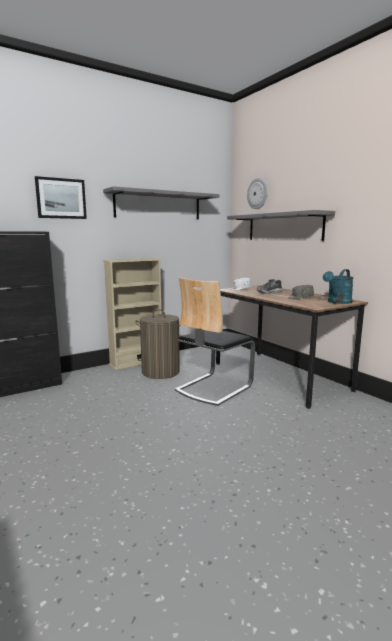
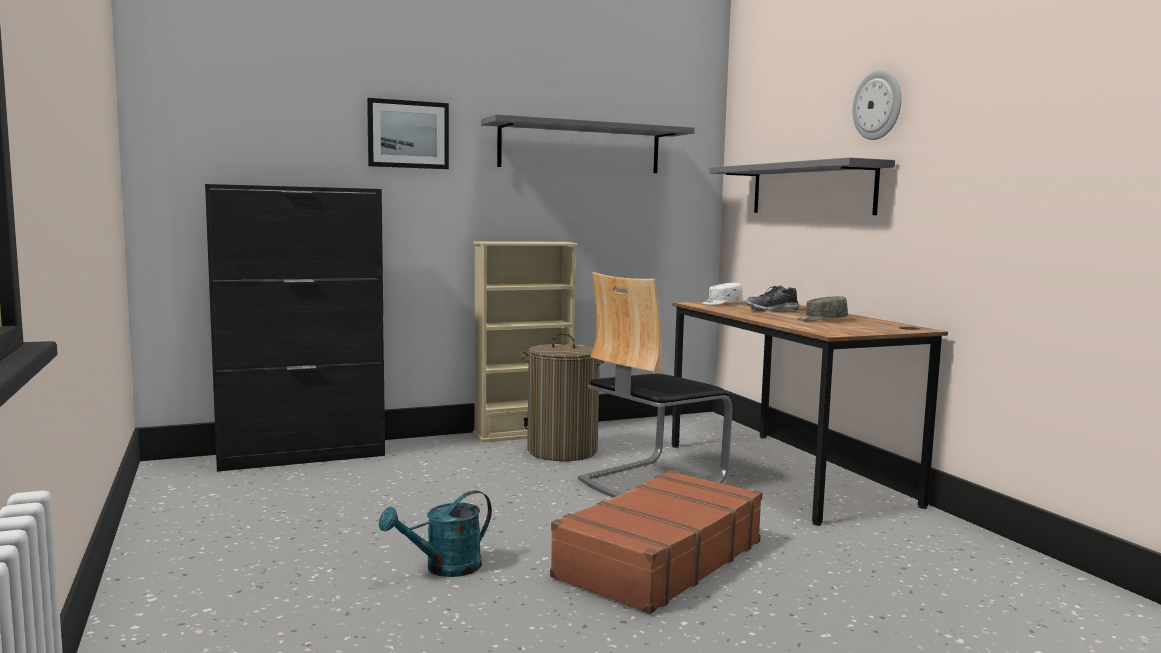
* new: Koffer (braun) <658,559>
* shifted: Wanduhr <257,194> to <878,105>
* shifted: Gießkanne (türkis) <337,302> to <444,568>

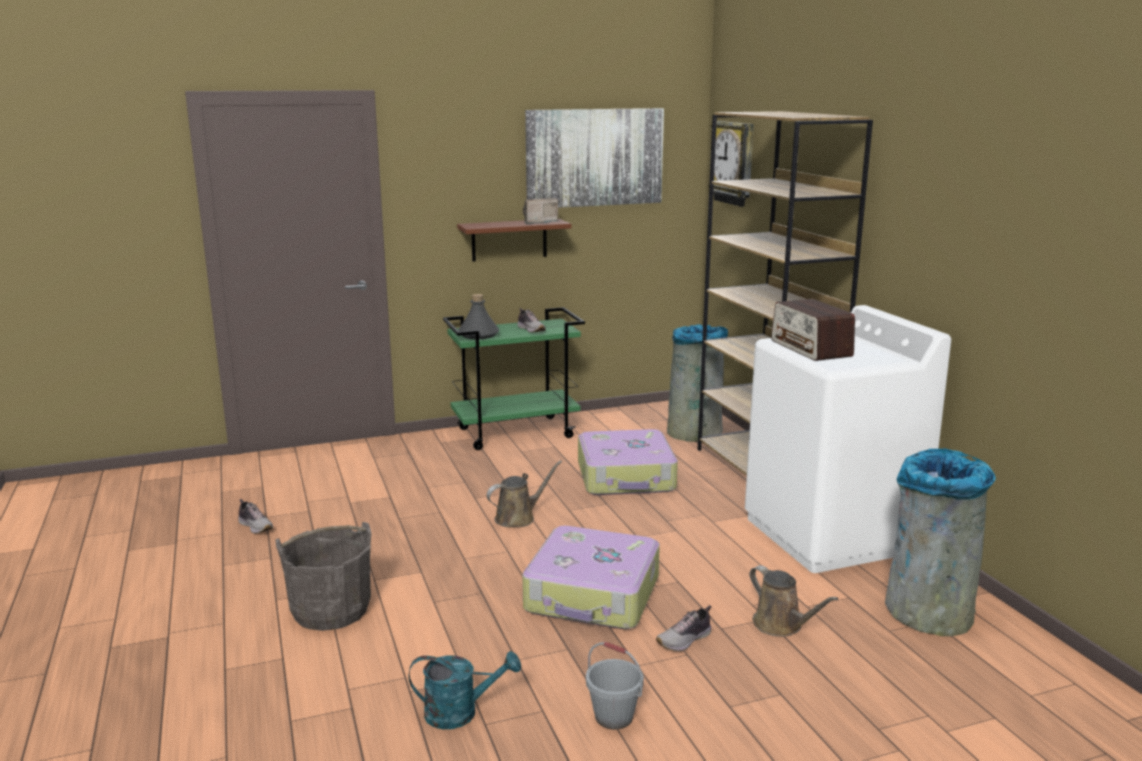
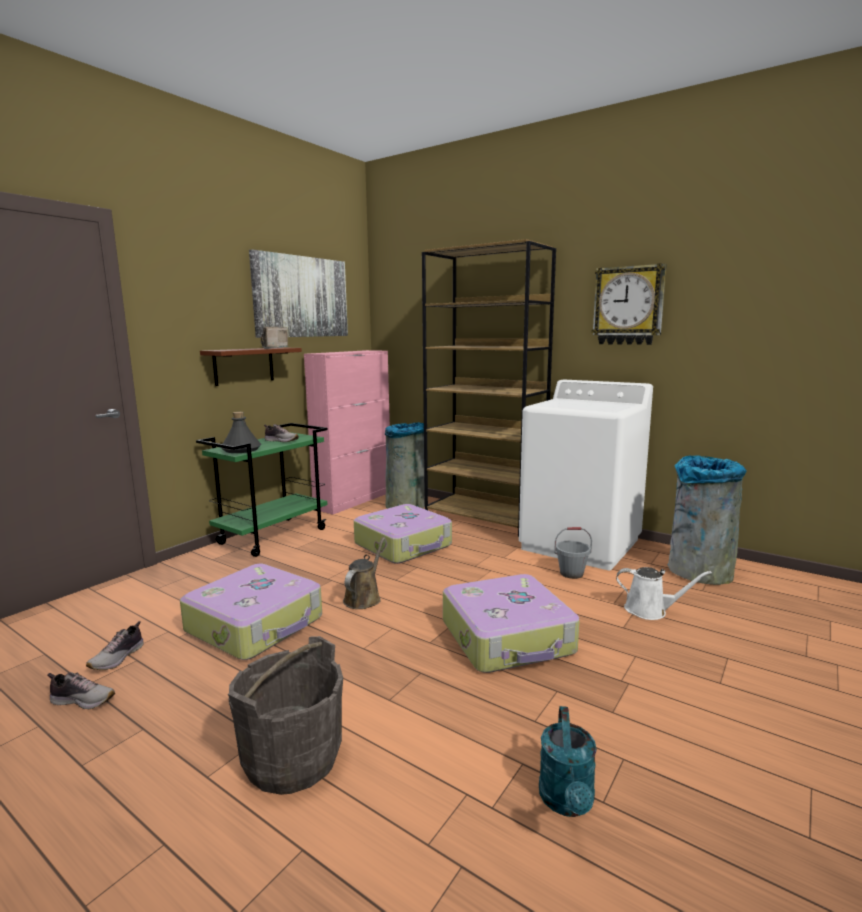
* gone: Radio <811,348>
* new: Koffer <256,624>
* new: Schrank (rosa) <354,500>
* shifted: Eimer (grau) <613,717> to <571,573>
* shifted: Schuh <685,640> to <118,658>
* shifted: Wanduhr <733,163> to <628,306>
* repainted: Gießkanne (braun) <781,625> to Gießkanne (weiß) <650,610>
* rotated: Gießkanne (türkis) <461,713> = <568,802> 135 degrees clockwise

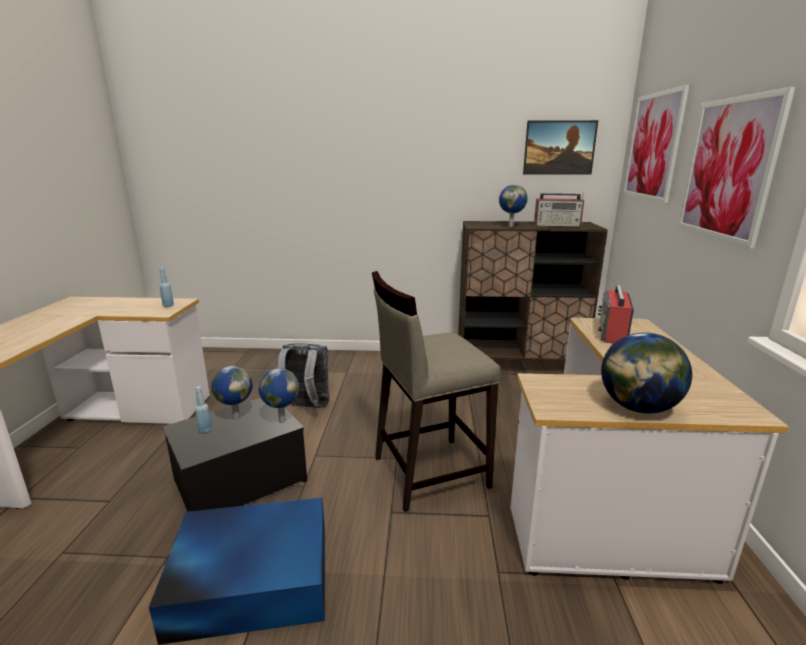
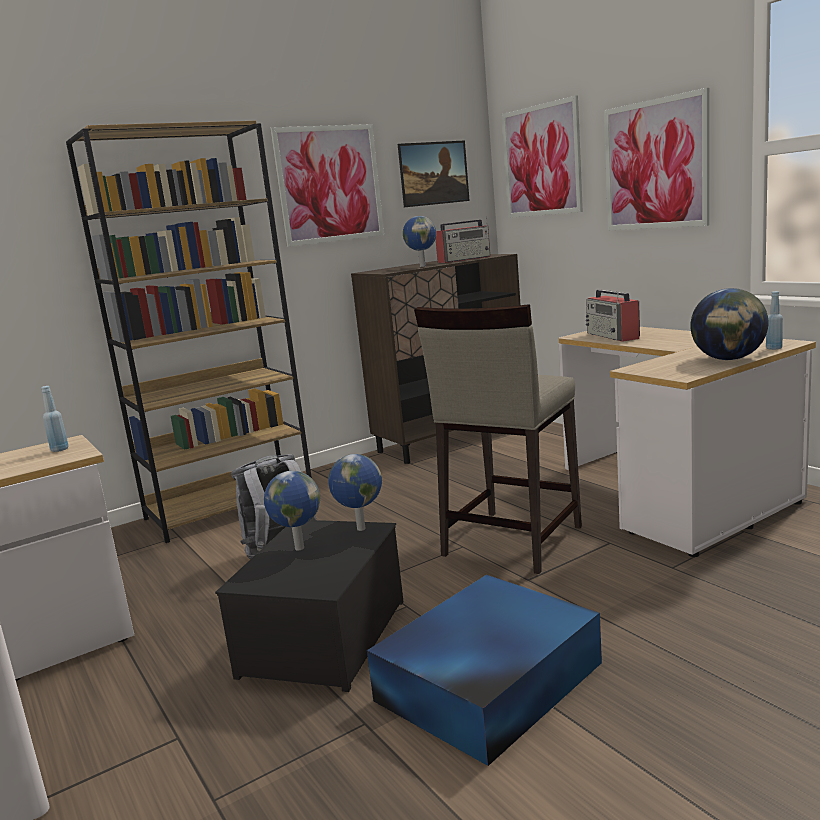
* new: Bücherregal (braun) <230,507>
* new: Bild <329,184>
* shifted: Flasche (blau) <205,430> to <774,348>

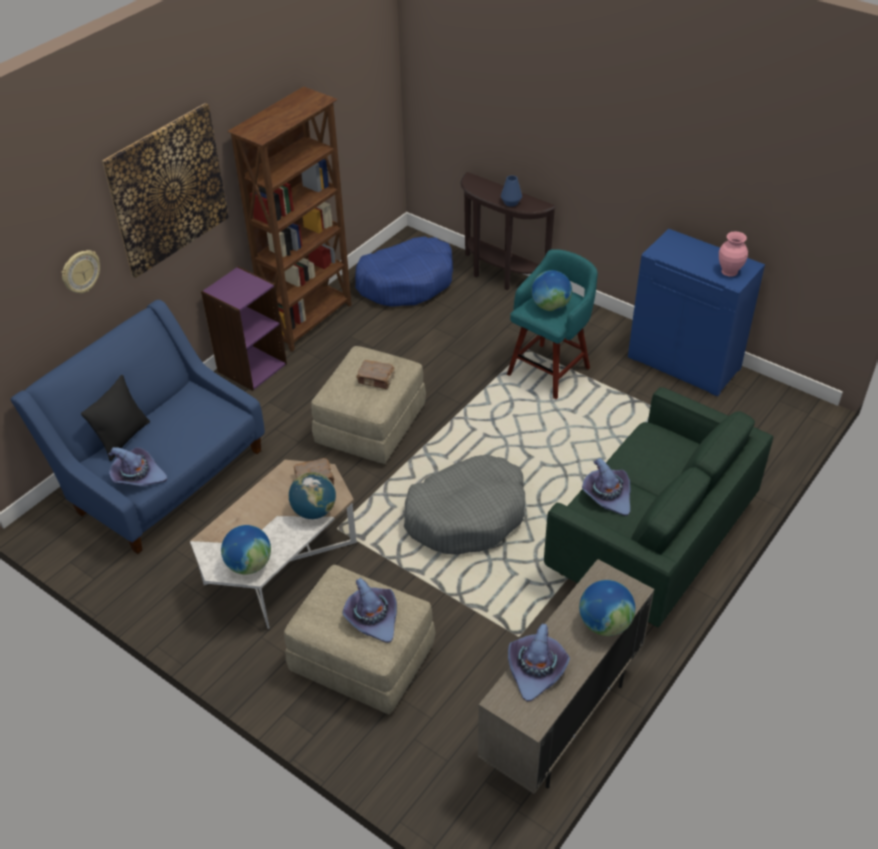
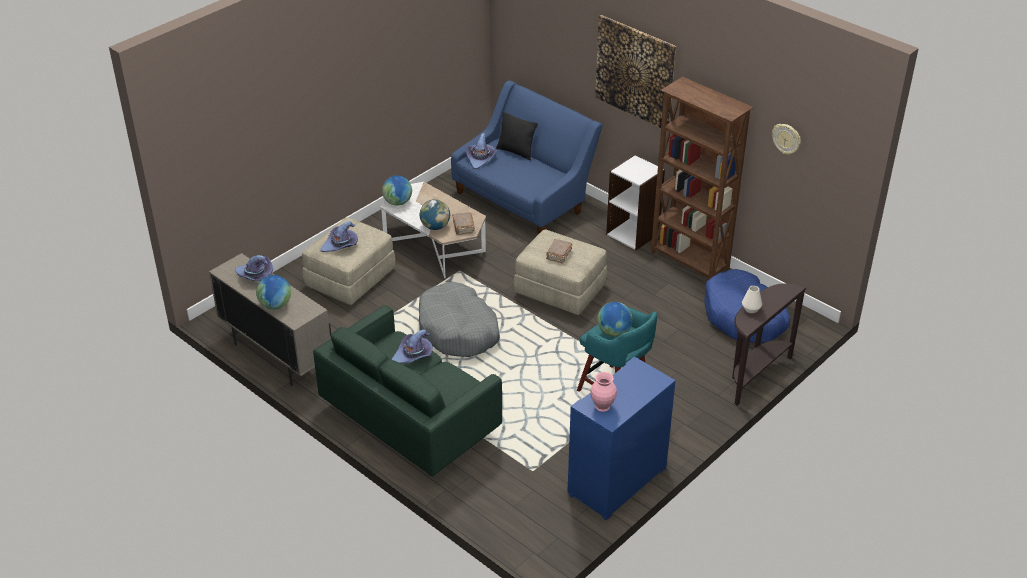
* shifted: Wanduhr <80,272> to <786,139>
* repainted: Bücherregal (lila) <251,367> to Bücherregal (weiß) <633,234>
* repainted: Vase (blau) <511,202> to Vase (weiß) <751,309>

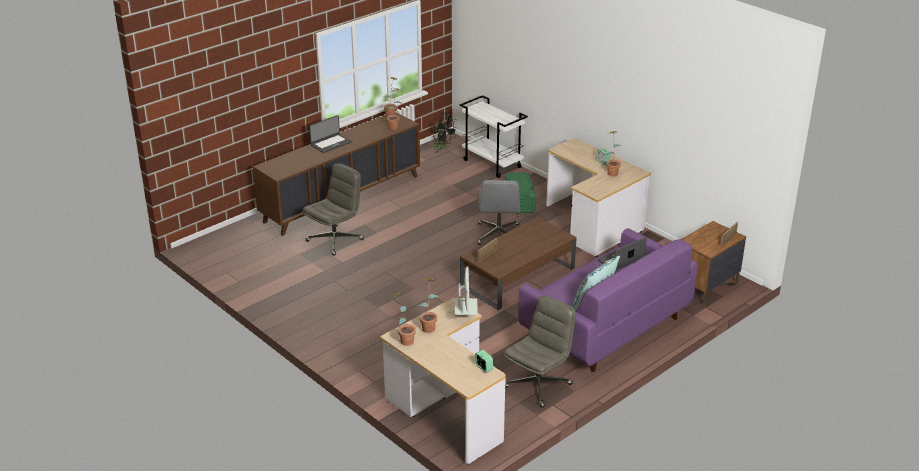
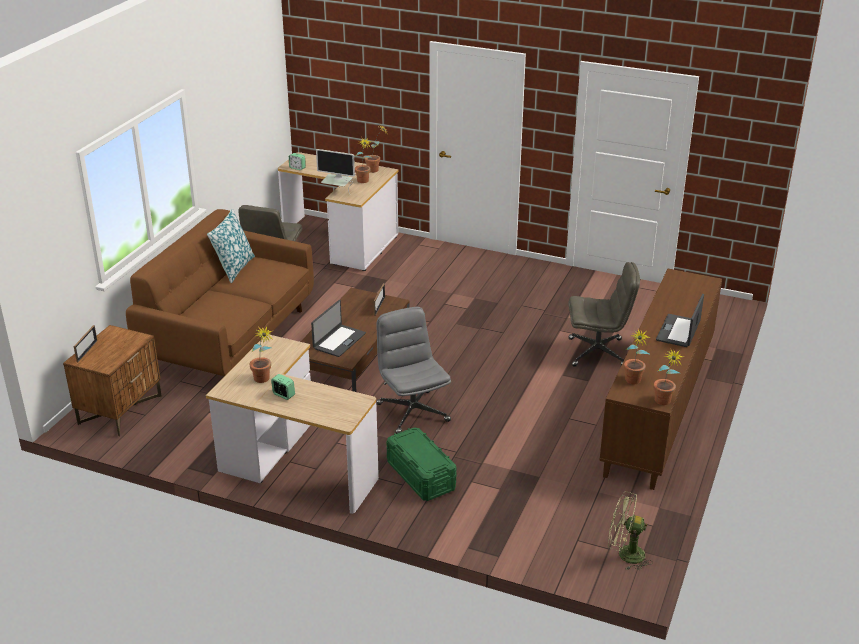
* gone: Rollwagen (weiß) <493,164>
* shifted: Laptop <621,260> to <339,341>
* repainted: Ventilator (schwarz) <443,147> to Ventilator (grün) <625,554>
* repainted: Sofa (lila) <604,326> to Sofa (braun) <230,336>
* rotated: Bürostuhl (grau) <335,240> = <598,352> 105 degrees counterclockwise
* rotated: Monitor <464,318> = <337,193> 45 degrees counterclockwise

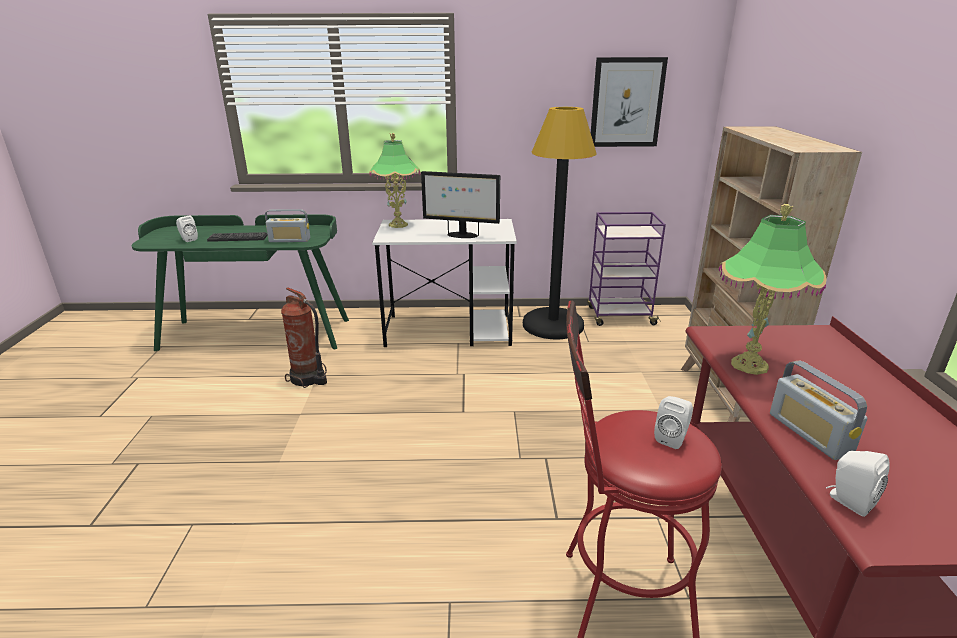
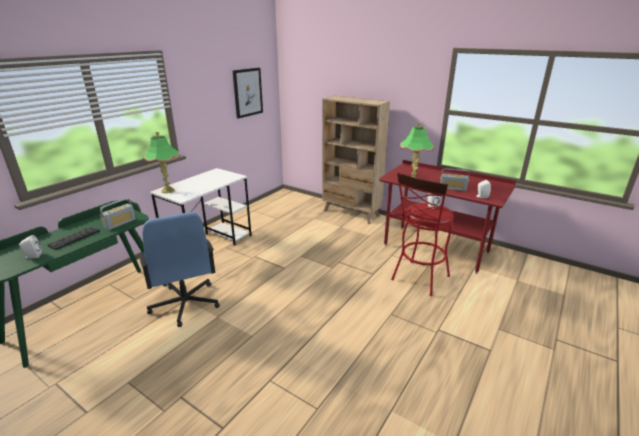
* gone: Monitor <461,235>
* gone: Stehlampe (schwarz) <553,325>
* gone: Rollwagen (lila) <619,316>
* swapped: Feuerlöscher <308,379> to Bürostuhl (blau) <185,304>

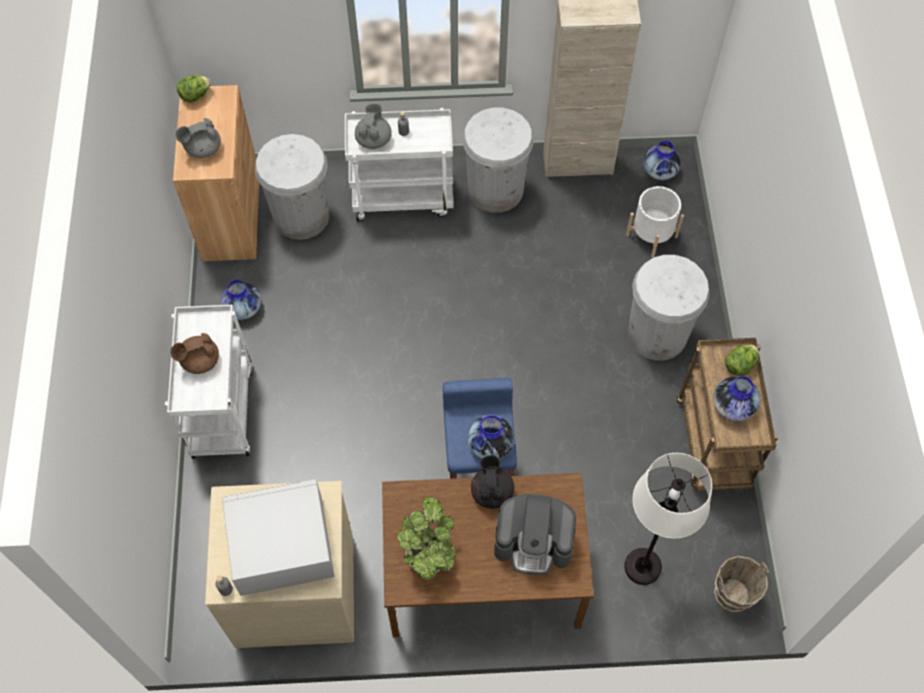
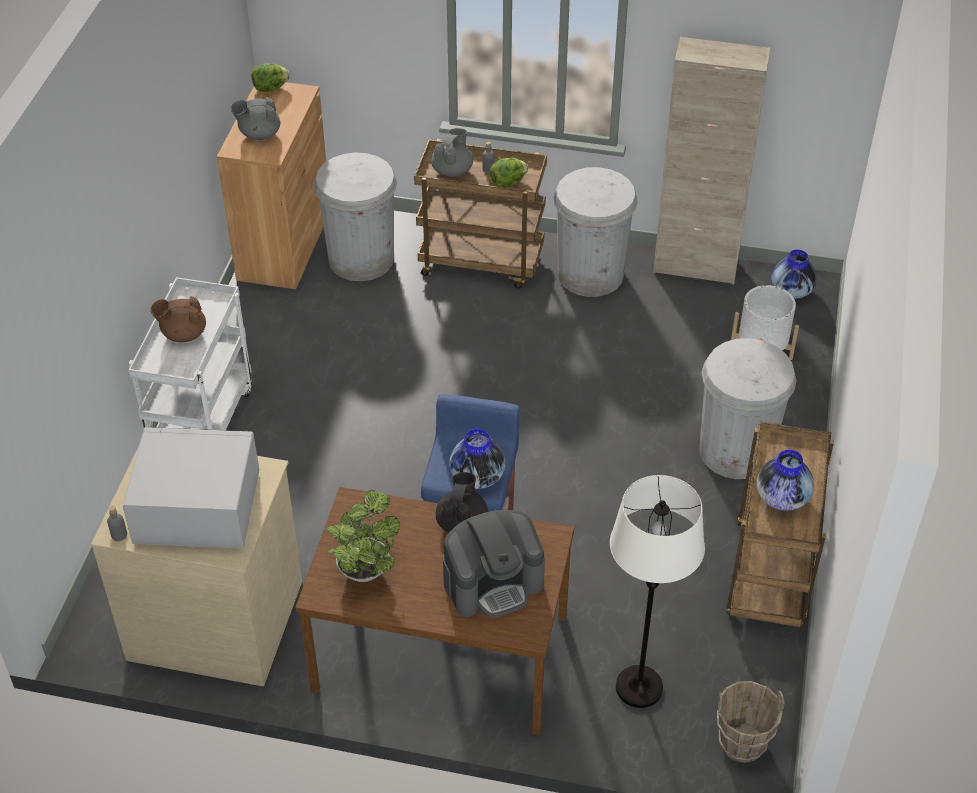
* gone: Vase <243,308>
* shifted: Salatkopf <739,365> to <508,182>
* repainted: Rollwagen (weiß) <403,197> to Rollwagen (braun) <482,262>
* rotated: Kaffeemaschine <534,542> = <493,582> 45 degrees counterclockwise

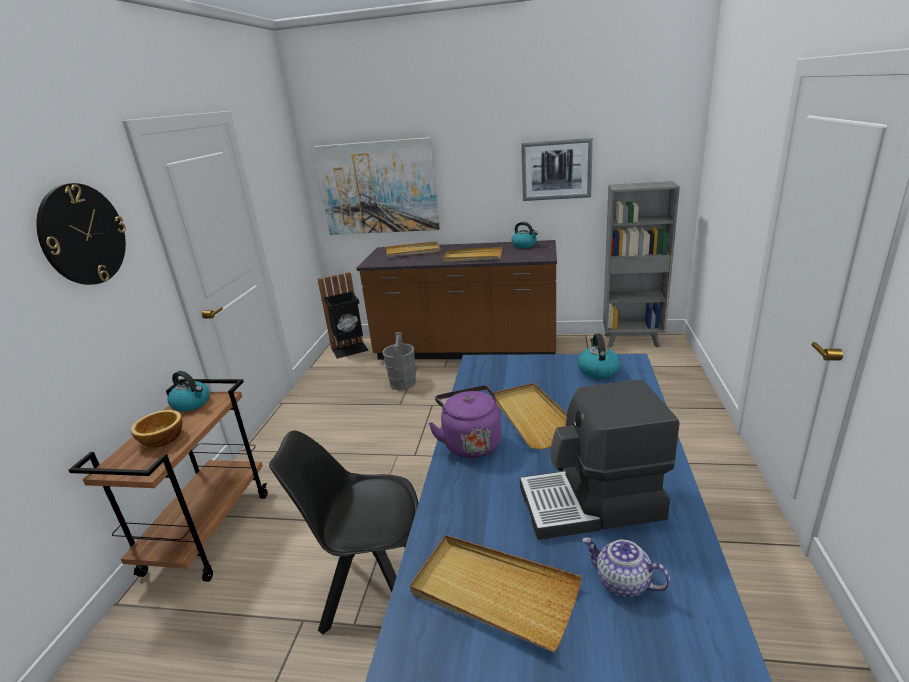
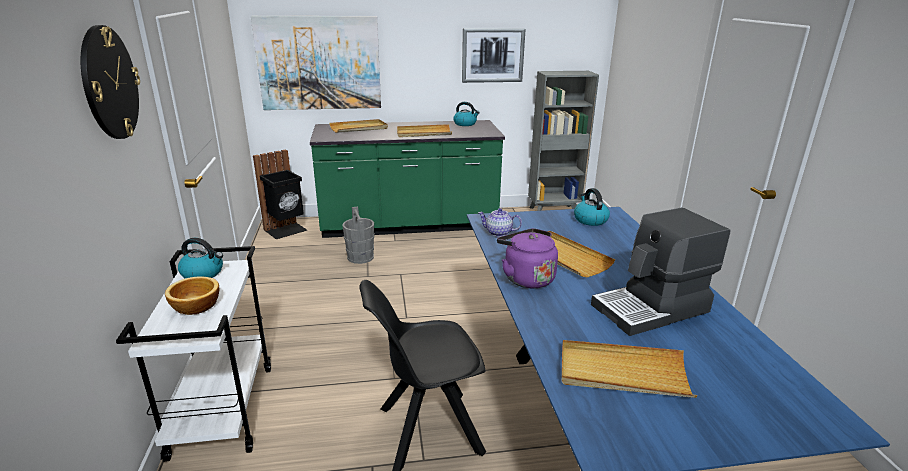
* shifted: Teekanne <622,582> to <498,233>
* repainted: Rollwagen (braun) <208,532> to Rollwagen (weiß) <222,409>
* repainted: Küchenzeile (braun) <466,350> to Küchenzeile (grün) <409,225>

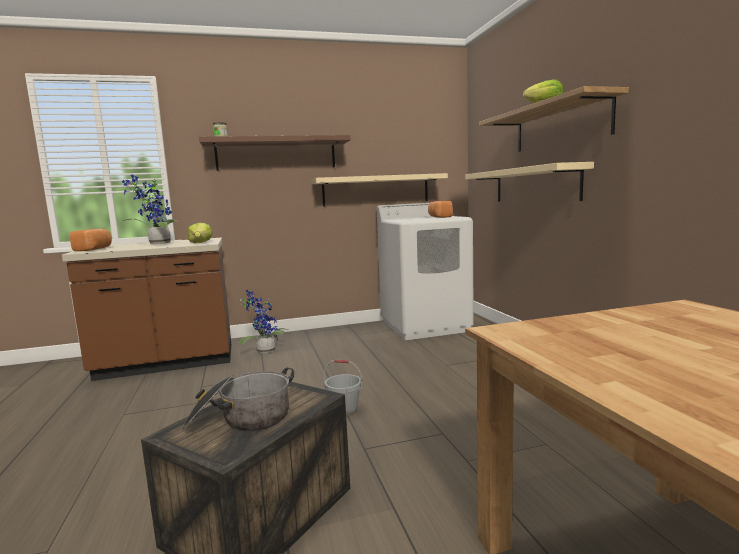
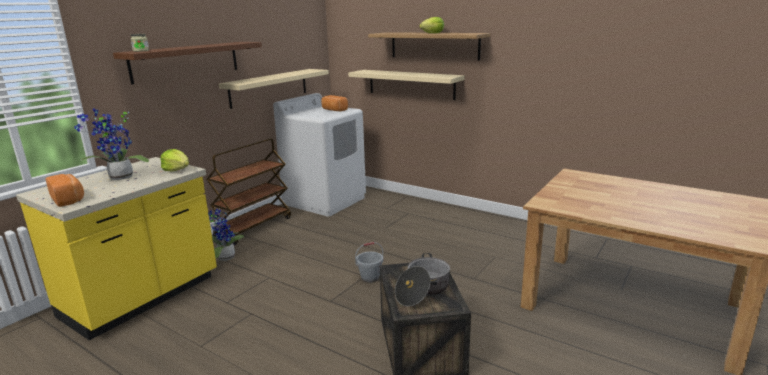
* new: Rollwagen (braun) <254,227>
* repainted: Küchenzeile (braun) <166,363> to Küchenzeile (gelb) <142,298>

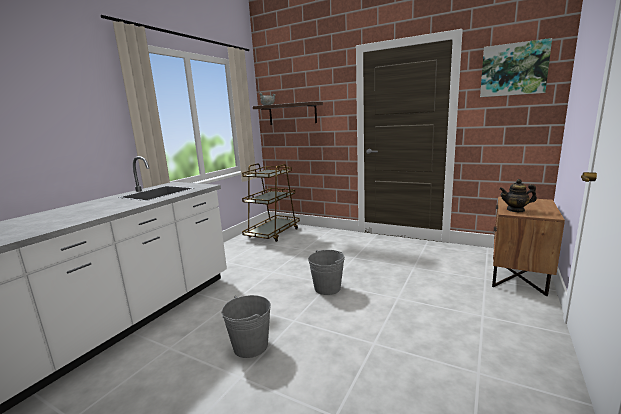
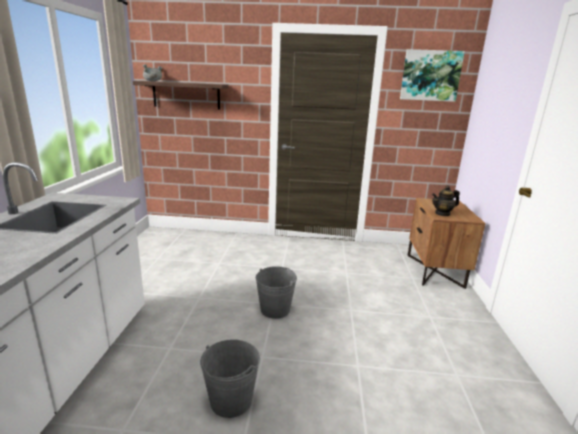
* gone: Rollwagen (braun) <273,233>

